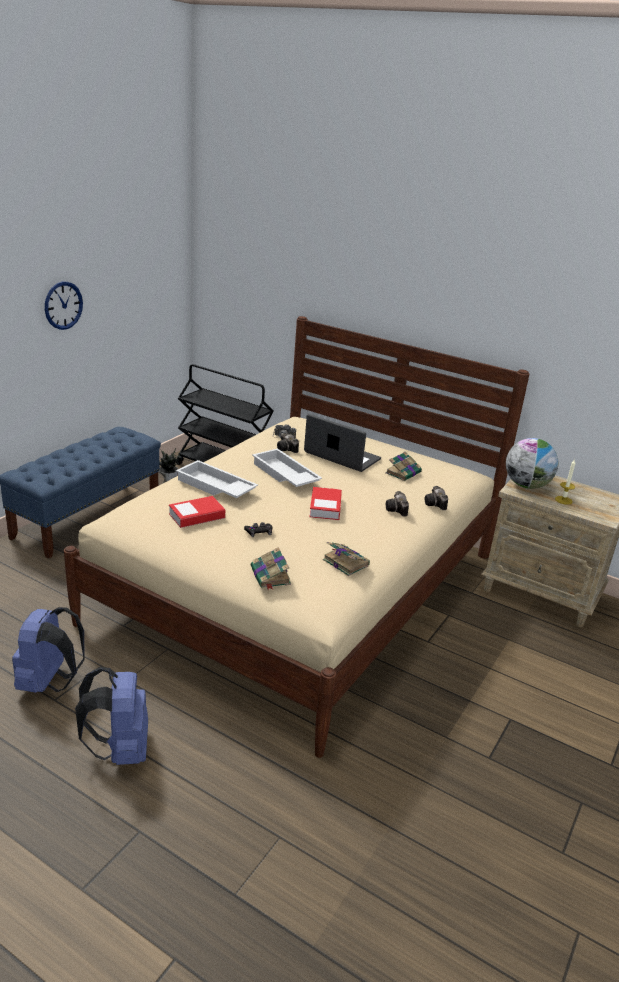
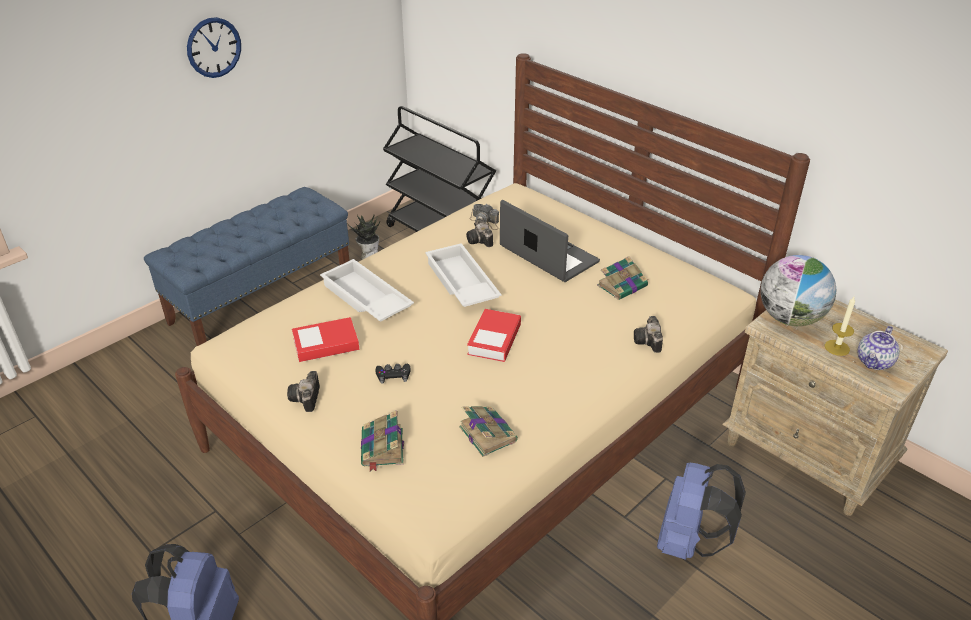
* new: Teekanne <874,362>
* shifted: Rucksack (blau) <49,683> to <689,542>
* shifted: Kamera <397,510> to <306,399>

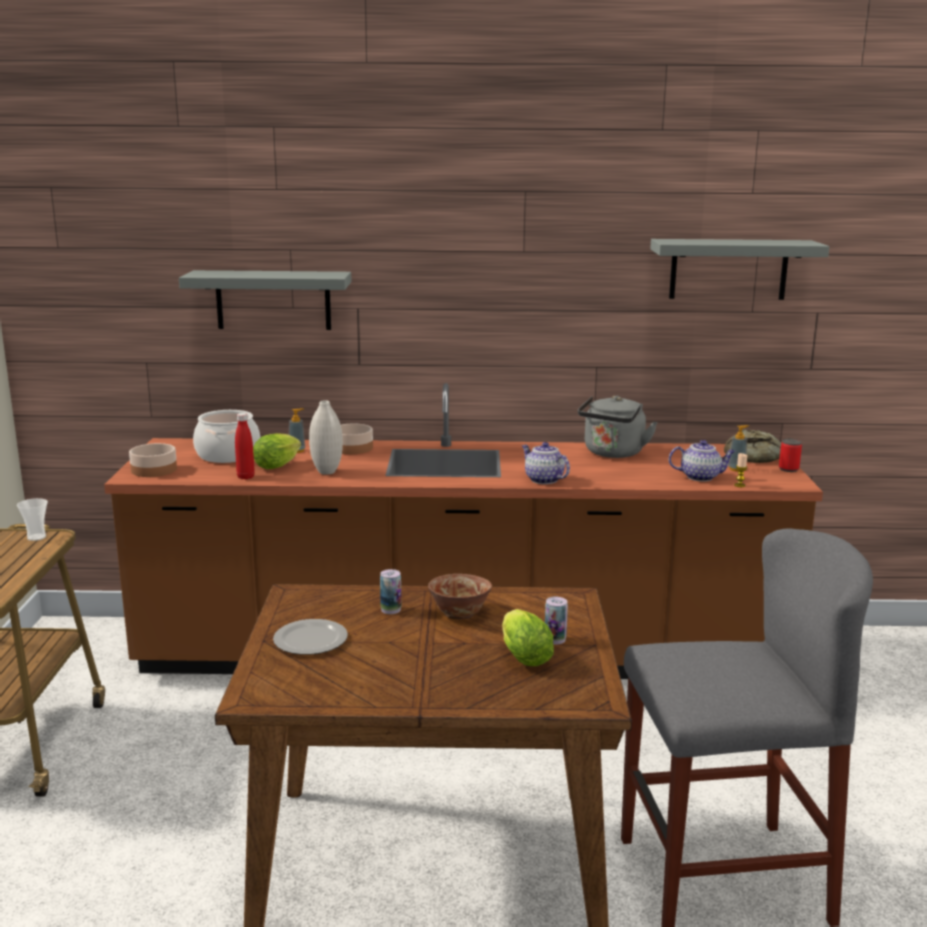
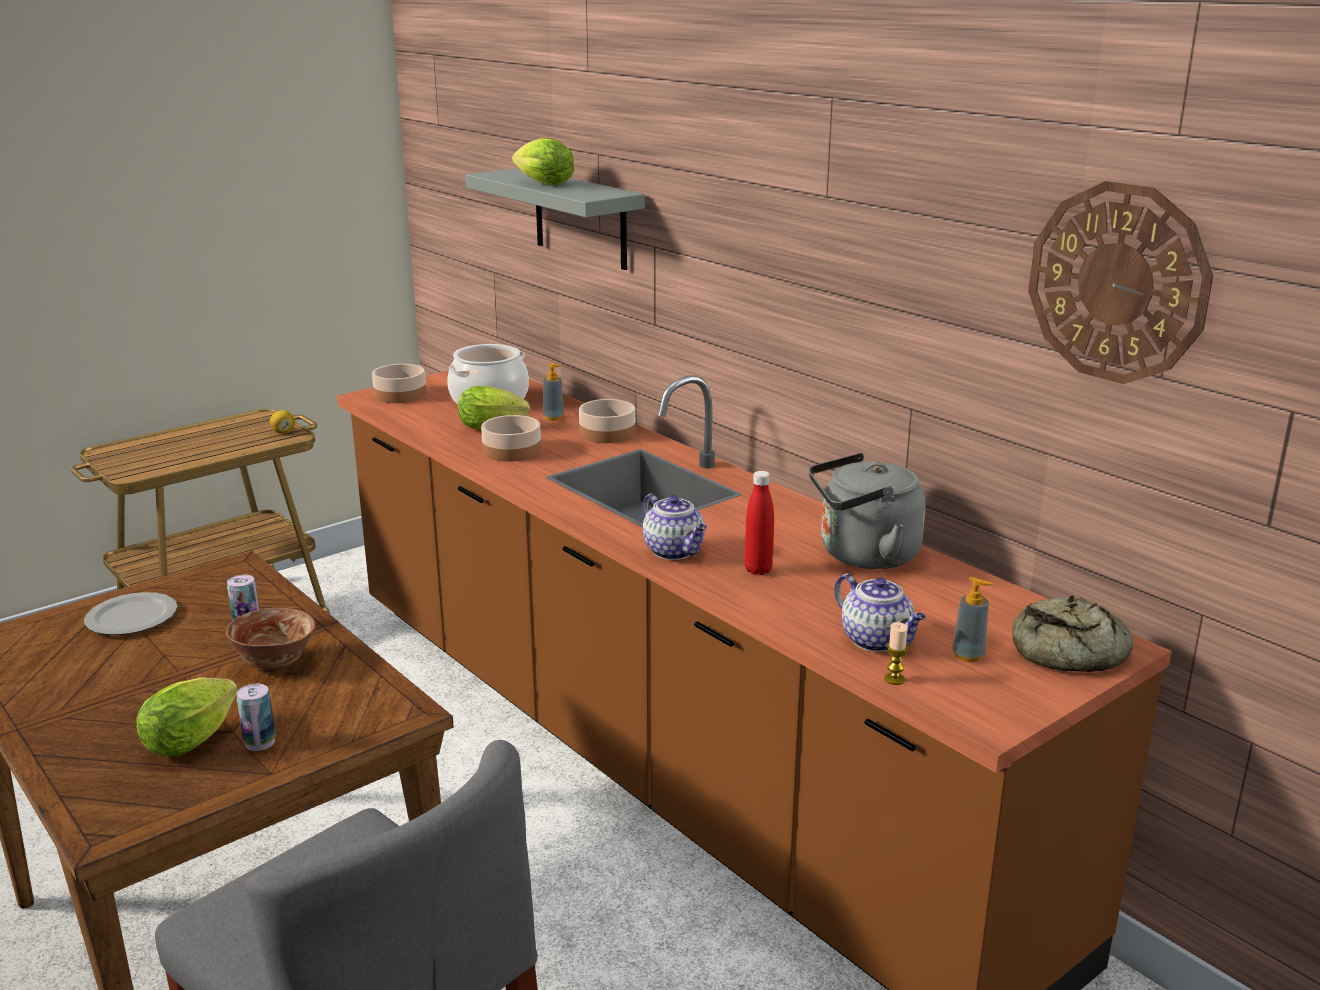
* gone: Dose <788,469>
* new: Salatkopf <541,183>
* shifted: Flasche (rot) <245,477> to <758,570>
* swapped: Tasse <36,537> to Zitrone <283,432>
* swapped: Vase (weiß) <327,472> to Schüssel <511,451>
* swapped: Wandregal (grau) <728,269> to Wanduhr <1117,283>
* rotated: Teekanne <543,480> = <675,551> 135 degrees clockwise

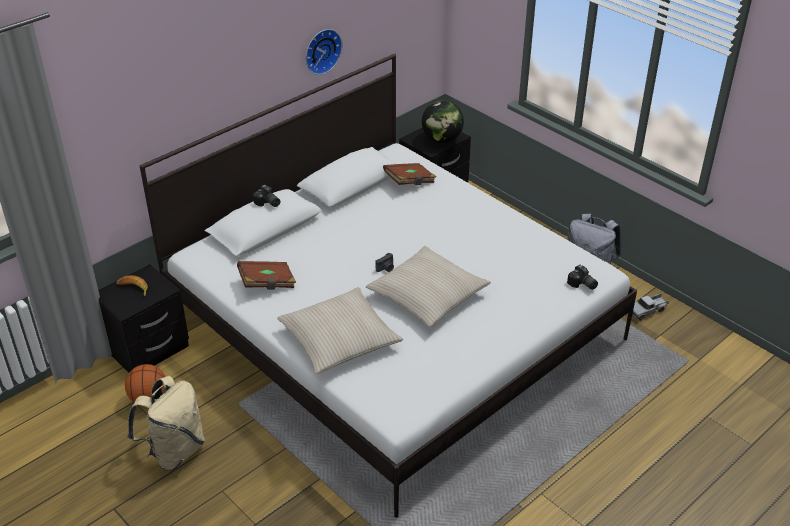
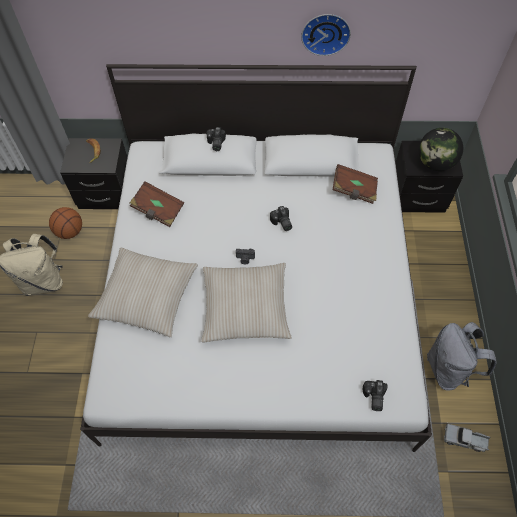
* new: Kamera <281,223>

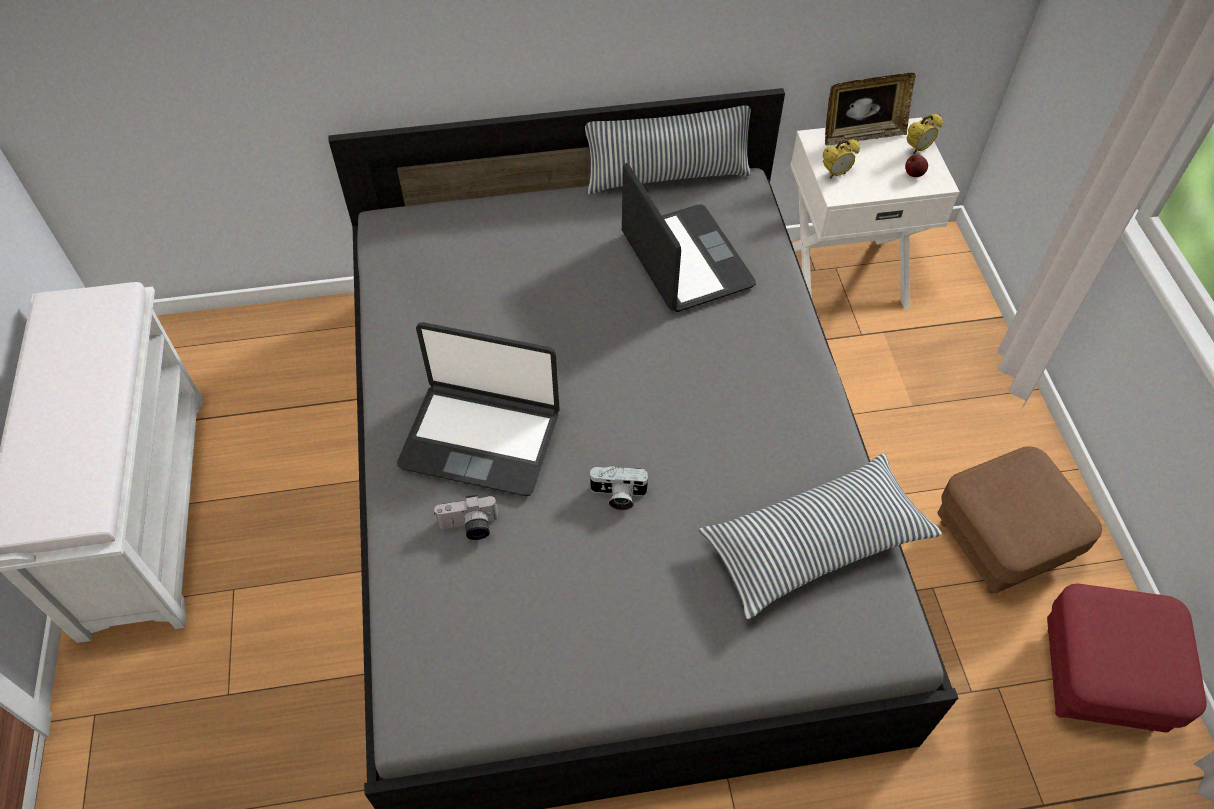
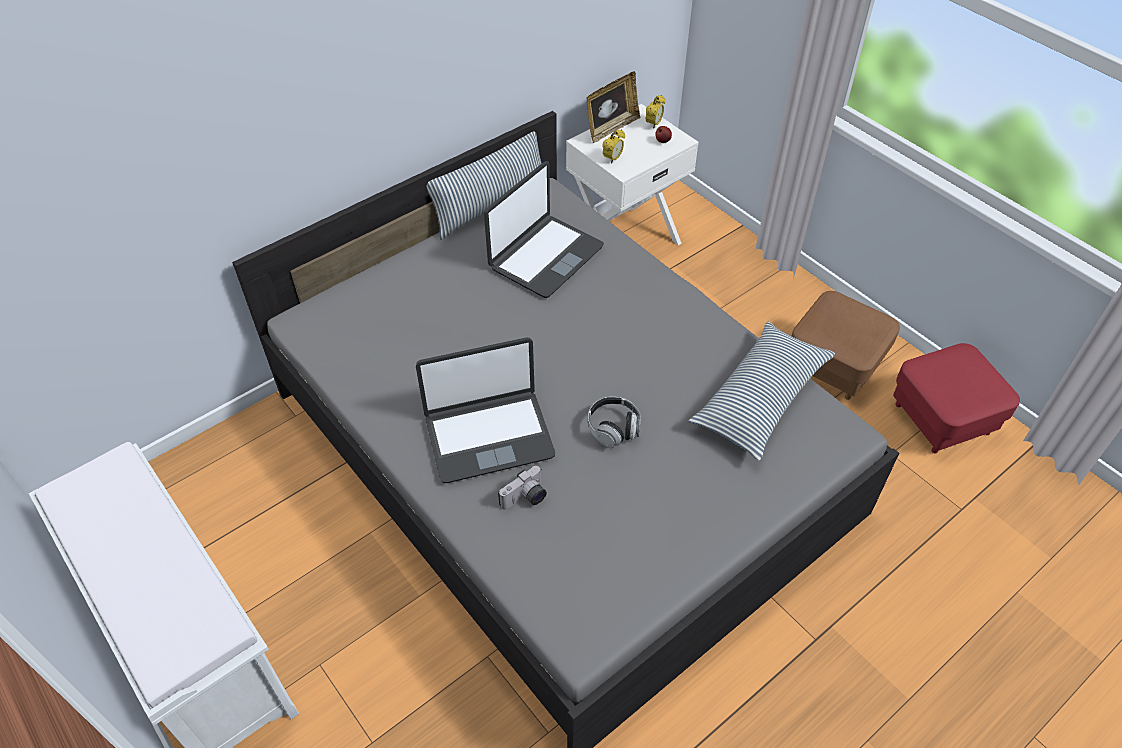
* swapped: Kamera <618,495> to Kopfhörer <613,428>
* rotated: Laptop <685,260> = <545,257> 90 degrees clockwise

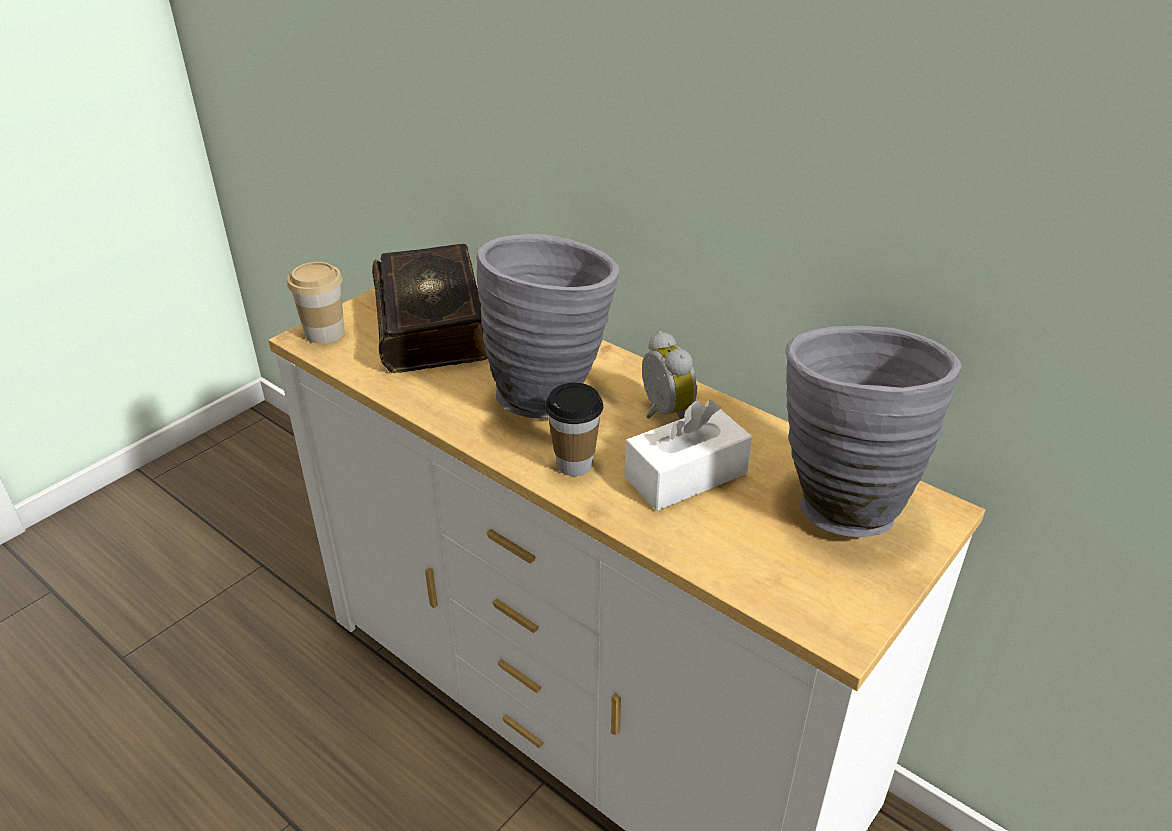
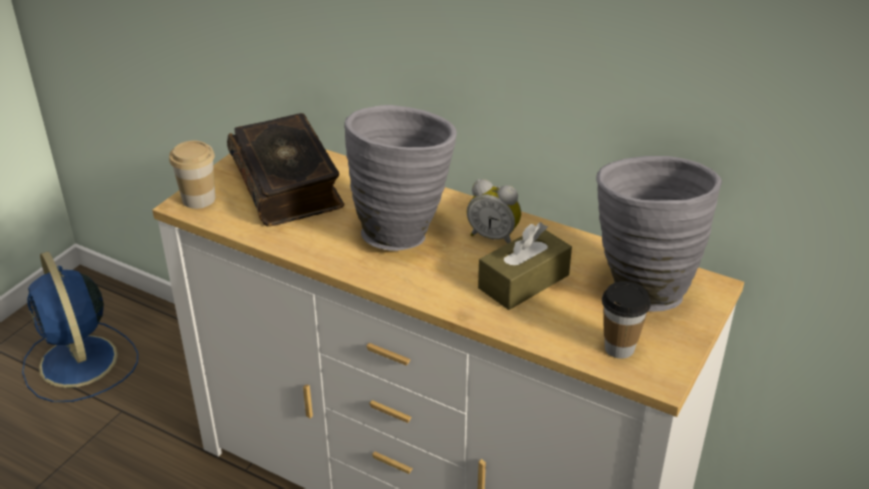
* new: Ventilator (blau) <79,363>
* shifted: Tasse <574,464> to <619,348>
* repainted: Taschentuchbox (weiß) <686,475> to Taschentuchbox (braun) <523,281>
* rotated: Wecker <663,414> = <494,237> 150 degrees clockwise

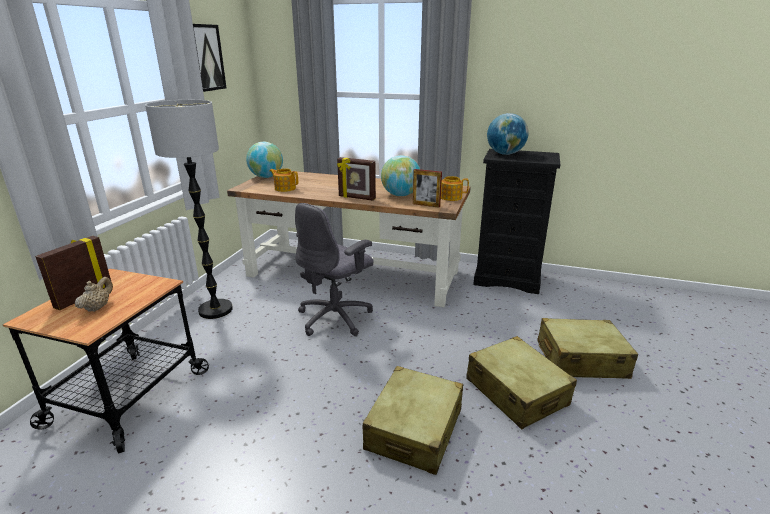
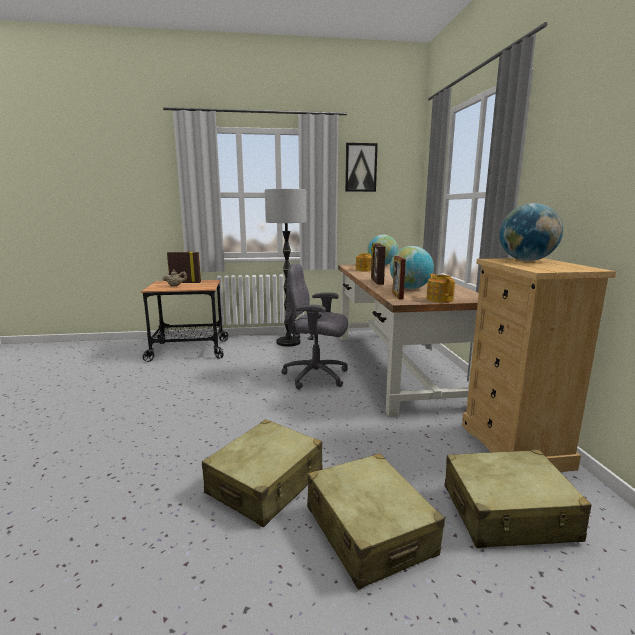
* shifted: Koffer (beige) <414,429> to <508,513>
* repainted: Kommode (schwarz) <507,279> to Kommode (beige) <515,446>

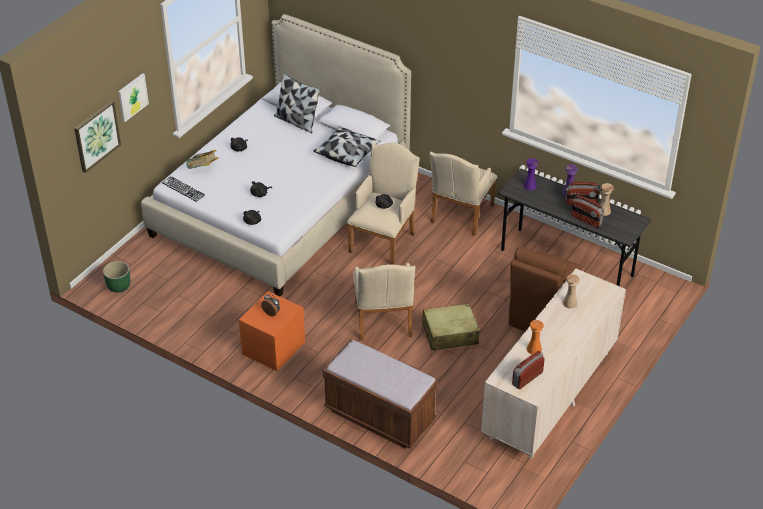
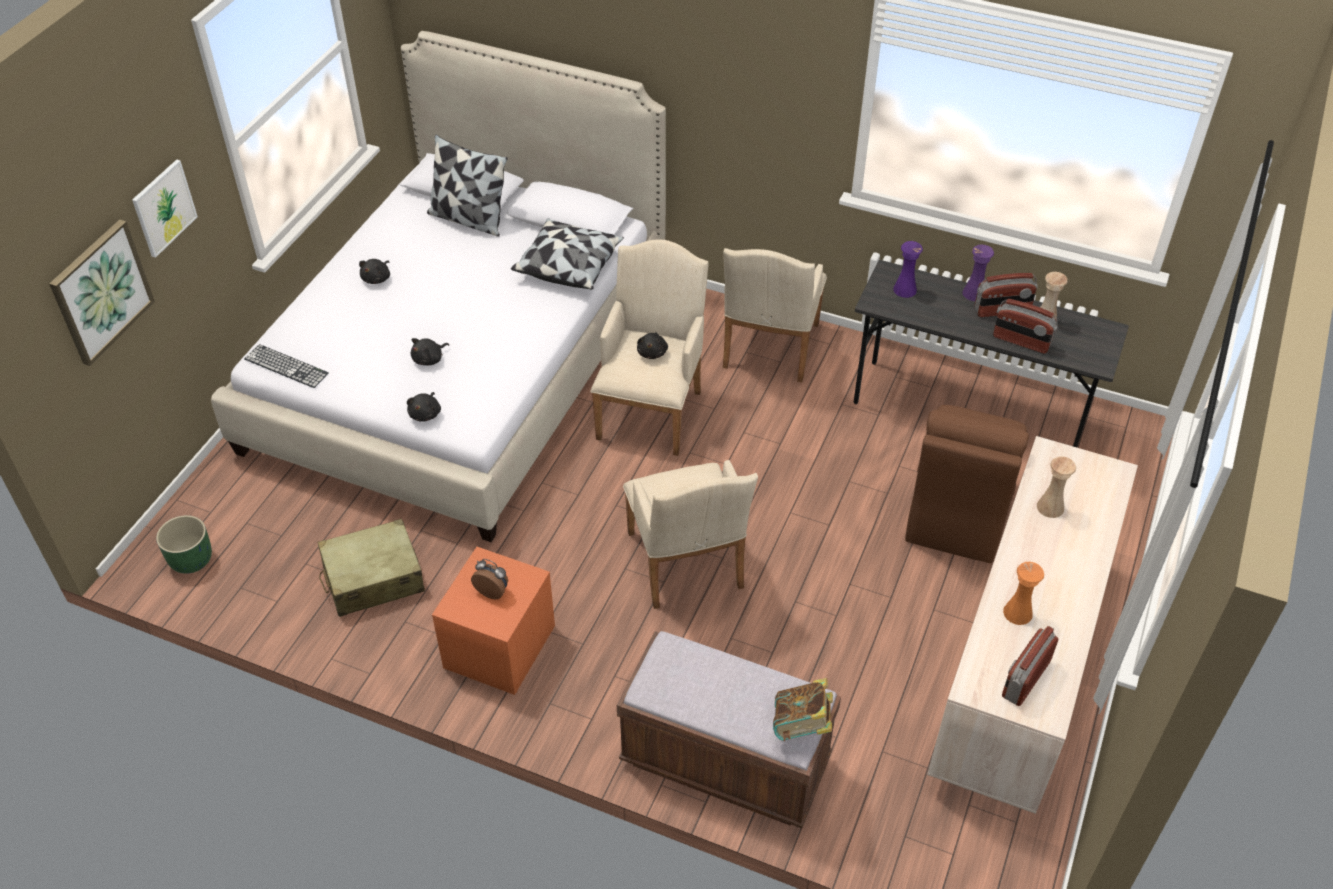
* shifted: Buch <203,169> to <801,726>
* shifted: Koffer (beige) <449,334> to <373,578>

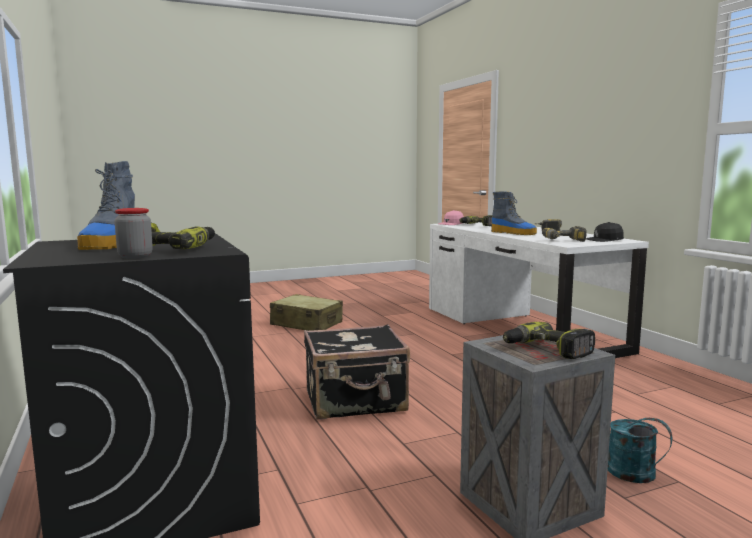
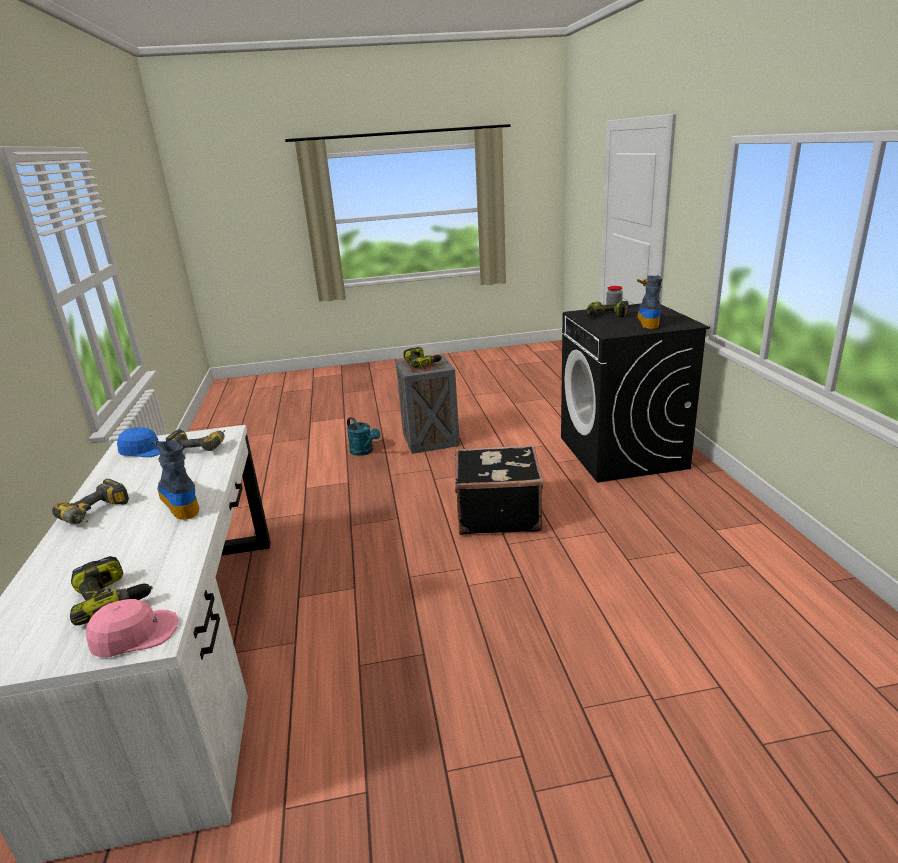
* gone: Koffer (beige) <306,324>
* repainted: Kappe (schwarz) <604,240> to Kappe (blau) <145,450>

